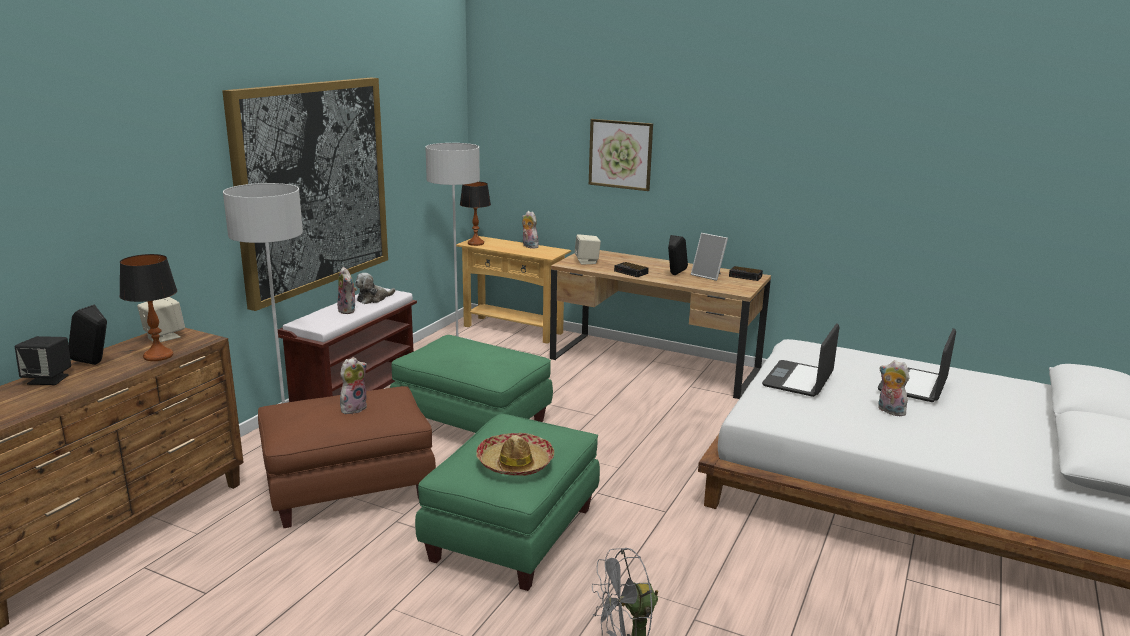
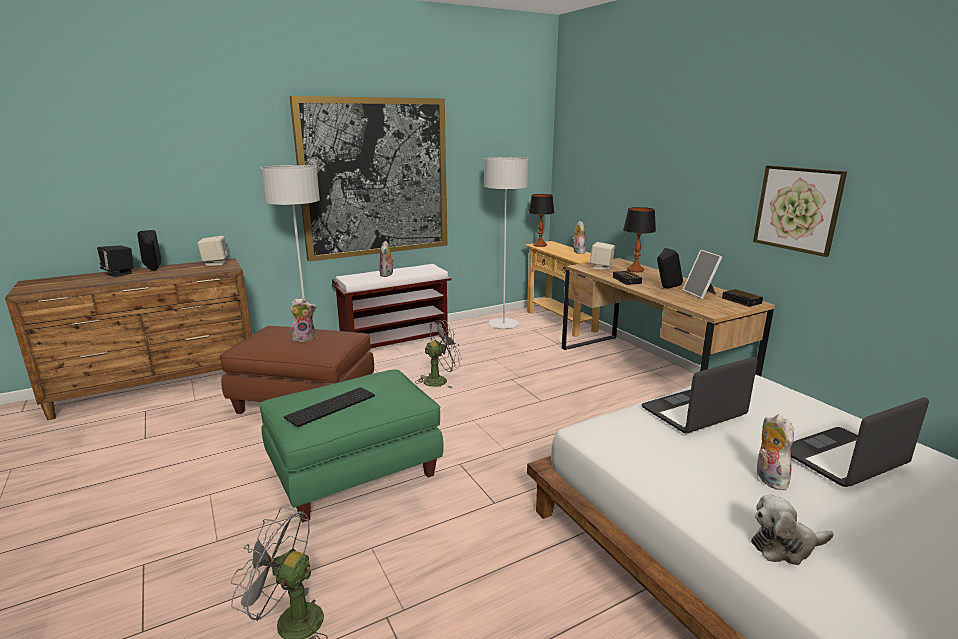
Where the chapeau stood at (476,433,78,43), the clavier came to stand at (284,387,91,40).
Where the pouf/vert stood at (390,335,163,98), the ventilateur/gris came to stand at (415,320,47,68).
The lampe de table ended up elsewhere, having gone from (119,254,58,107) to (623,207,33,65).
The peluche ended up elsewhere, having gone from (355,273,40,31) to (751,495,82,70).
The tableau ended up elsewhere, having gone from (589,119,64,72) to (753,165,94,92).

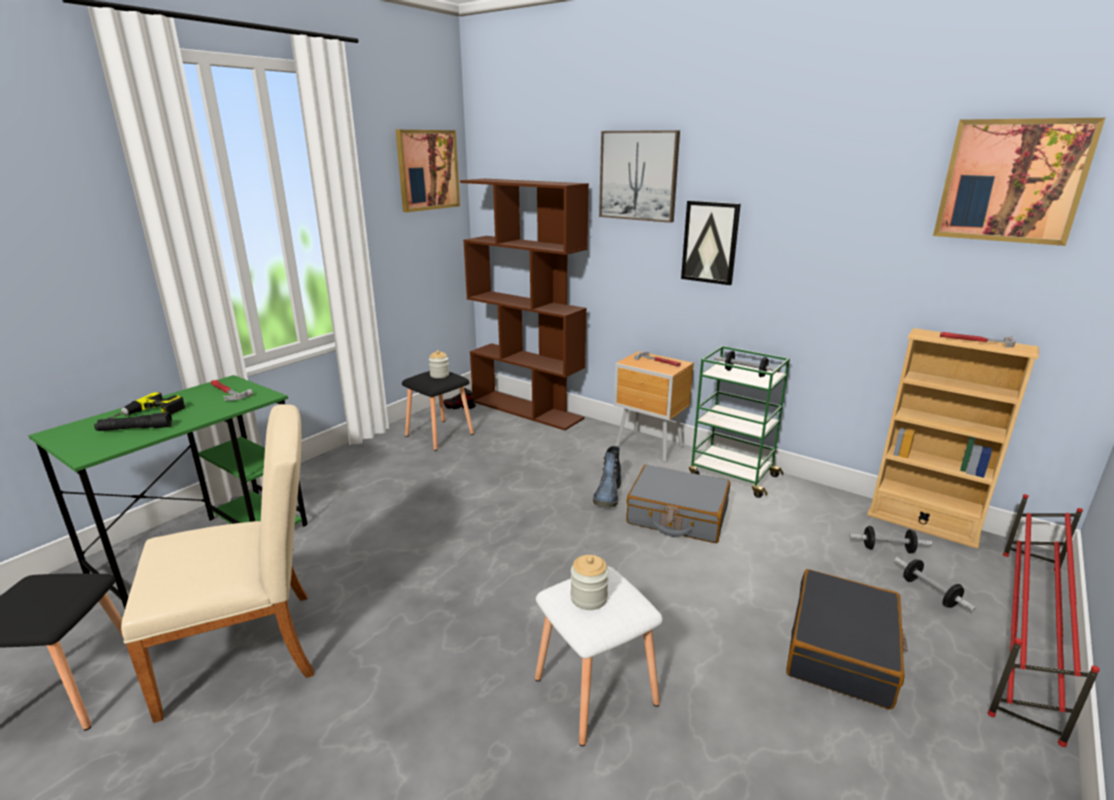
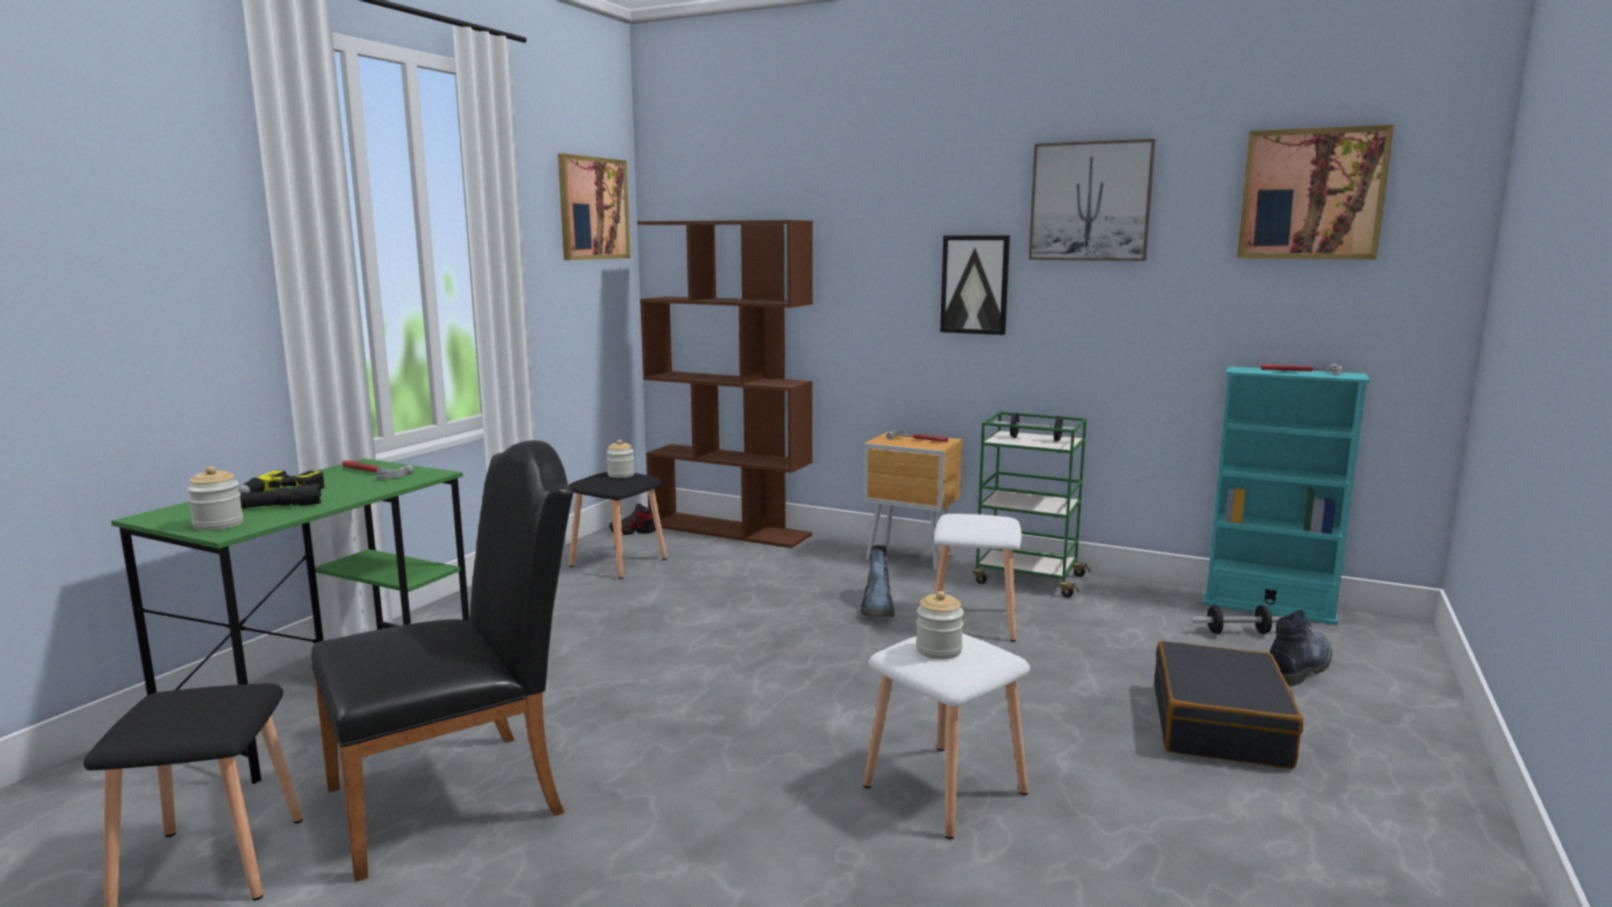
The second view gained the bocal at (187,466,56,65).
What was the chaise/beige at (121,404,193,319) turned into the chaise/noir at (311,440,262,442).
Where the valise/gris stood at (626,465,104,78), the tabouret/blanc came to stand at (934,514,88,128).
The tableau ended up elsewhere, having gone from (599,130,81,93) to (1029,139,127,122).
What was the bibliothèque/beige at (867,328,172,221) turned into the bibliothèque/turquoise at (1203,366,167,259).
Where the haltère stood at (894,557,82,55), the botte came to stand at (1270,610,62,76).
The second view lost the étagère à chaussures/rouge at (987,494,113,253).

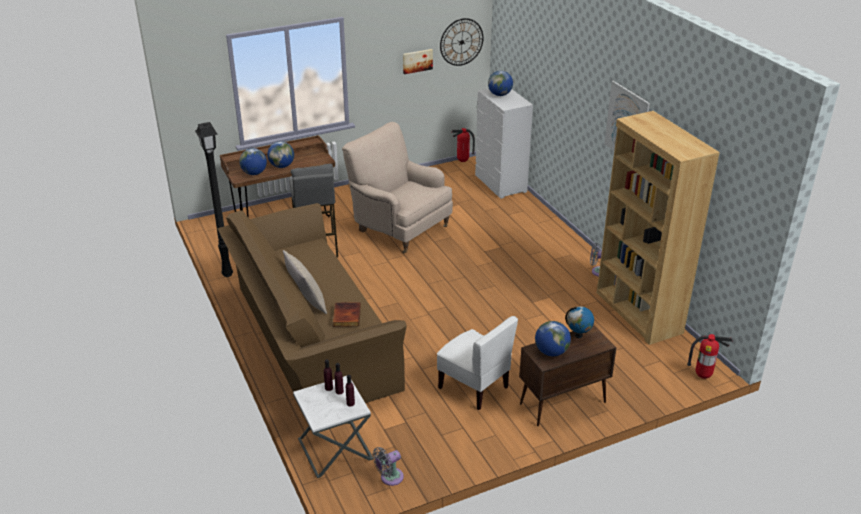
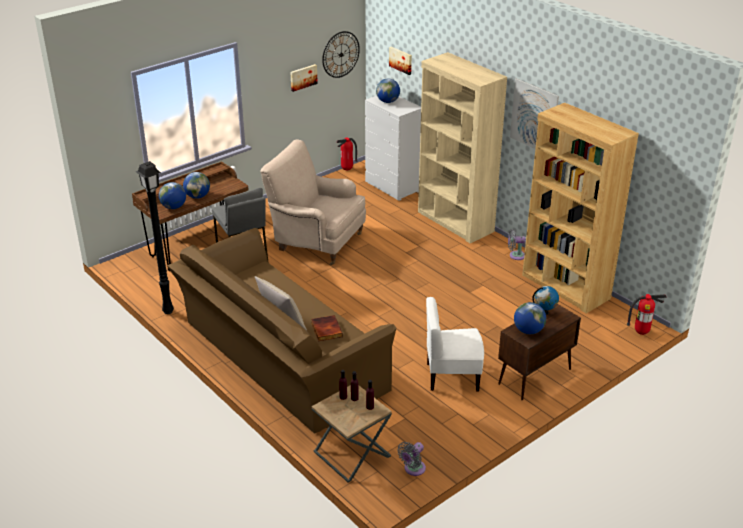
What was the table d'appoint/blanc at (293,376,80,102) turned into the table d'appoint/marron at (312,385,80,98).
The second view gained the tableau at (389,47,23,28).
The second view gained the bibliothèque/beige at (418,52,89,192).
The chaise/blanc at (437,316,81,94) ended up facing another way, 150 degrees clockwise from before.

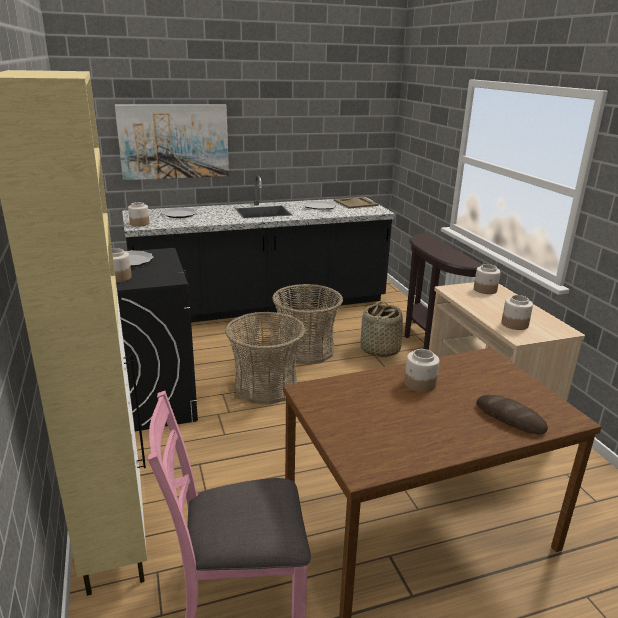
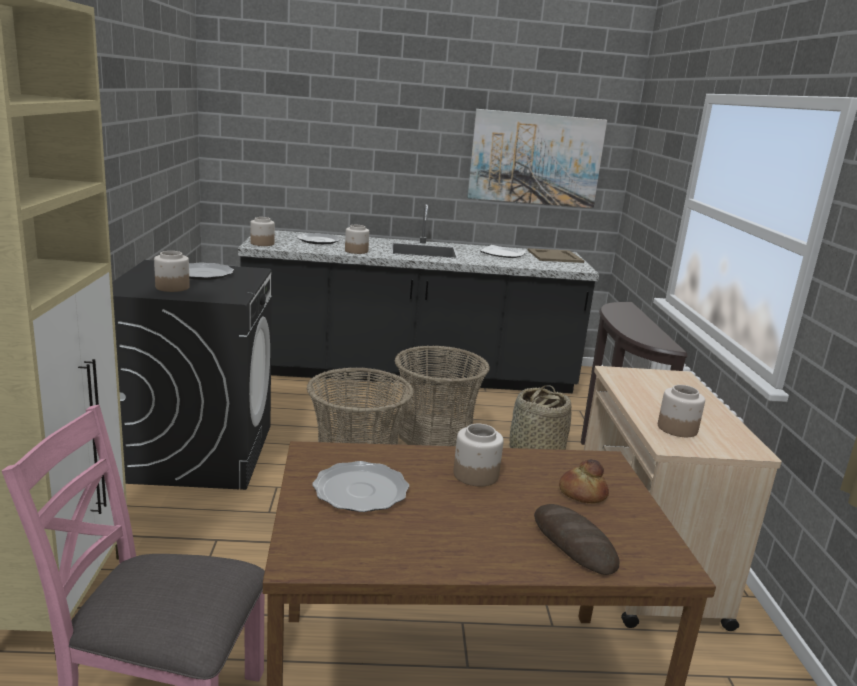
The second view gained the assiette at (312,461,97,51).
The bocal ended up elsewhere, having gone from (474,264,26,30) to (345,225,24,29).
The tableau ended up elsewhere, having gone from (115,104,114,76) to (467,109,140,99).
The second view gained the pain at (559,459,50,44).

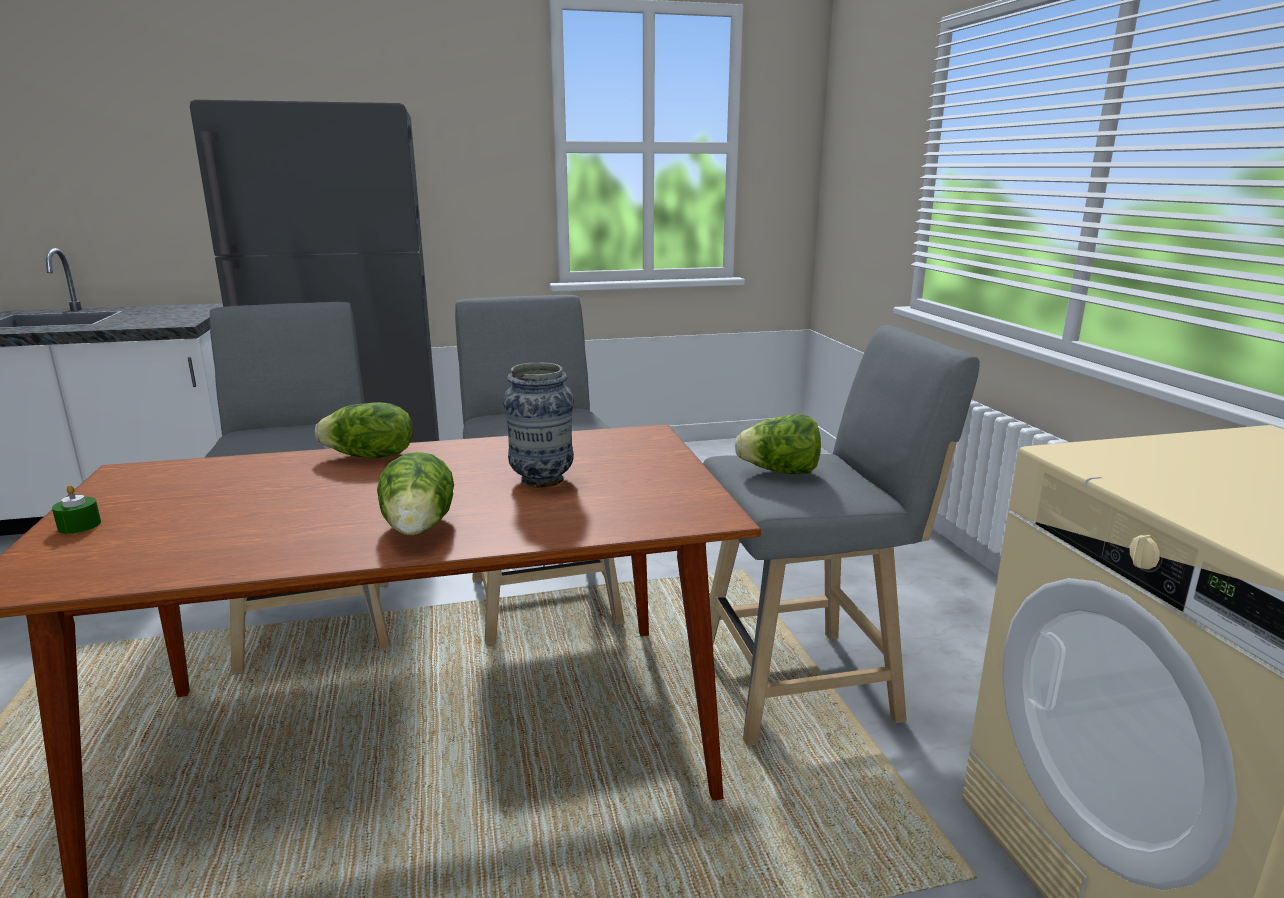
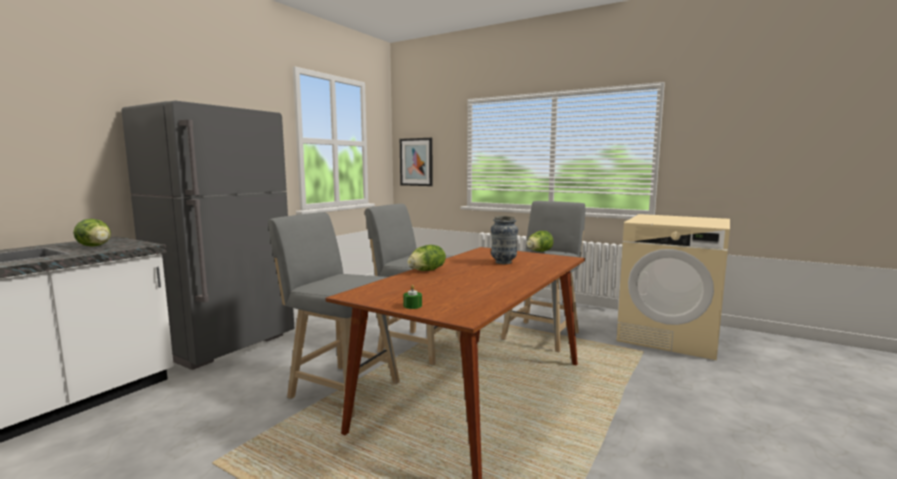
The laitue ended up elsewhere, having gone from (377,452,77,83) to (73,219,38,28).
The second view gained the tableau at (400,138,33,48).

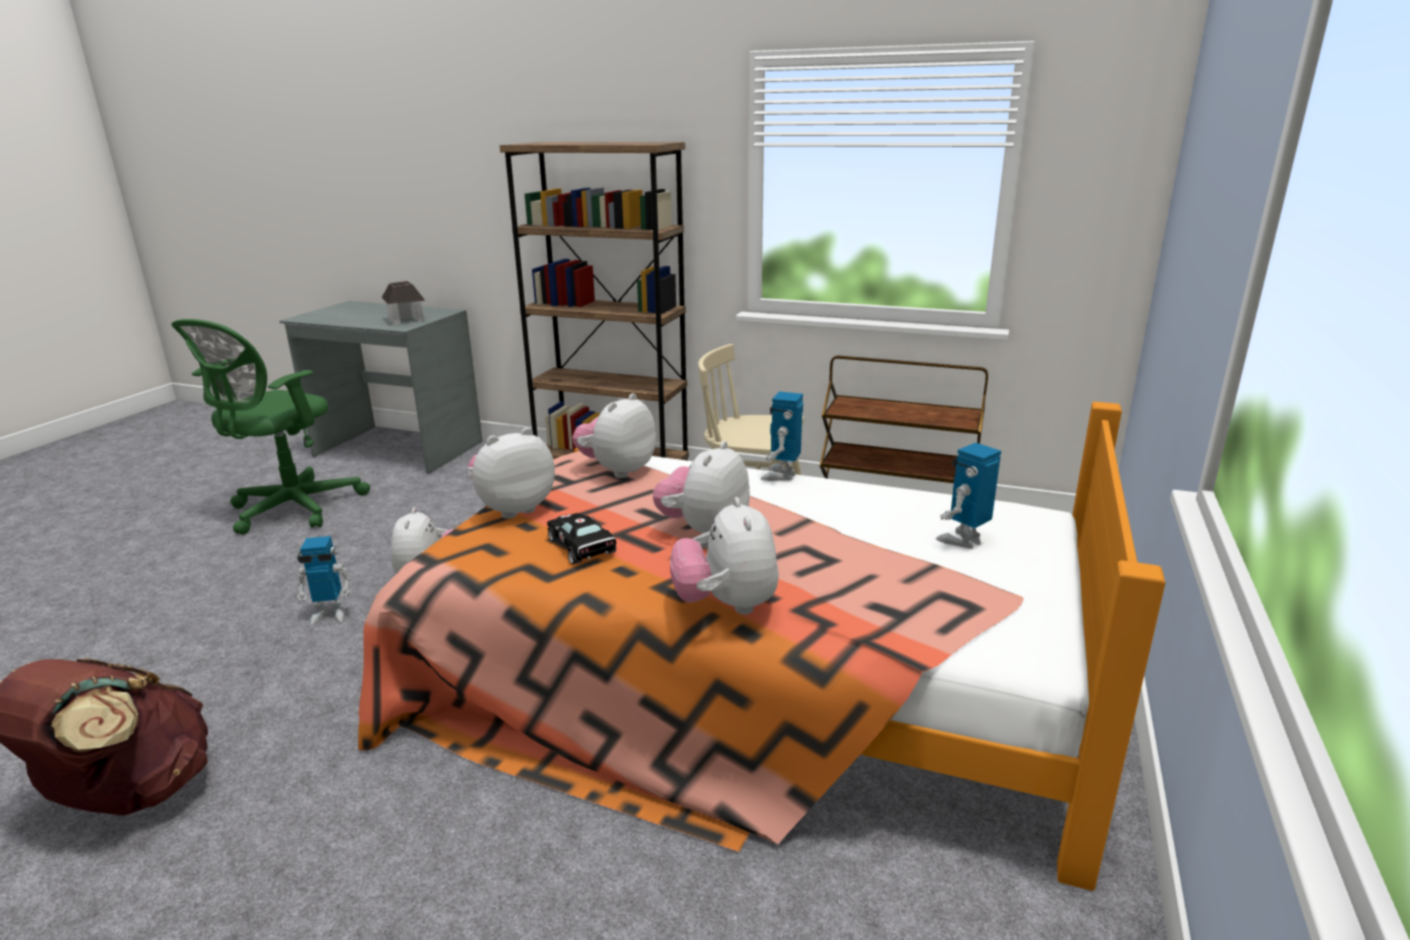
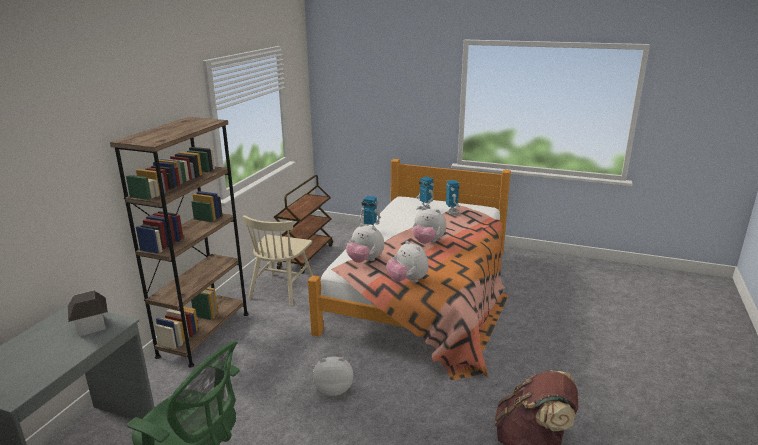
The robot jouet ended up elsewhere, having gone from (297,536,54,90) to (446,180,16,35).
The second view lost the petite voiture/noir at (547,513,69,52).
The second view lost the peluche at (670,497,109,117).

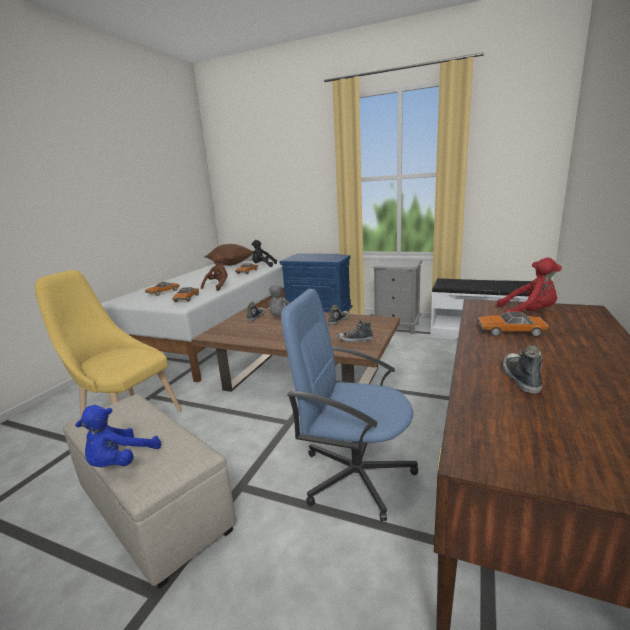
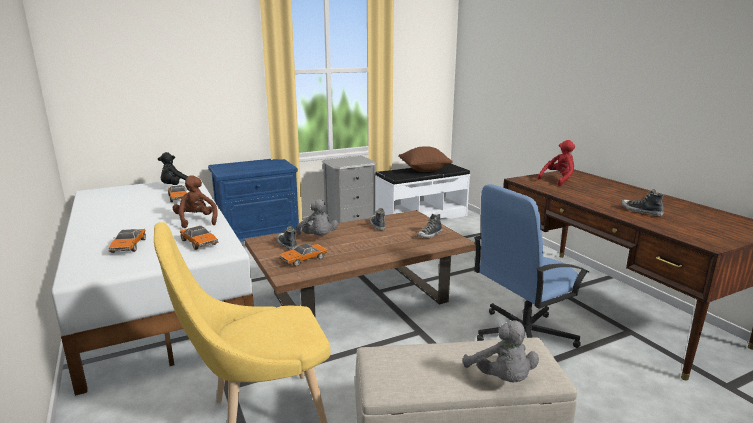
The petite voiture ended up elsewhere, having gone from (477,311,72,26) to (279,243,48,23).
The coussin/marron ended up elsewhere, having gone from (205,244,49,22) to (399,146,54,26).
What was the peluche/bleu at (75,405,86,62) turned into the peluche/gris at (463,320,76,63).

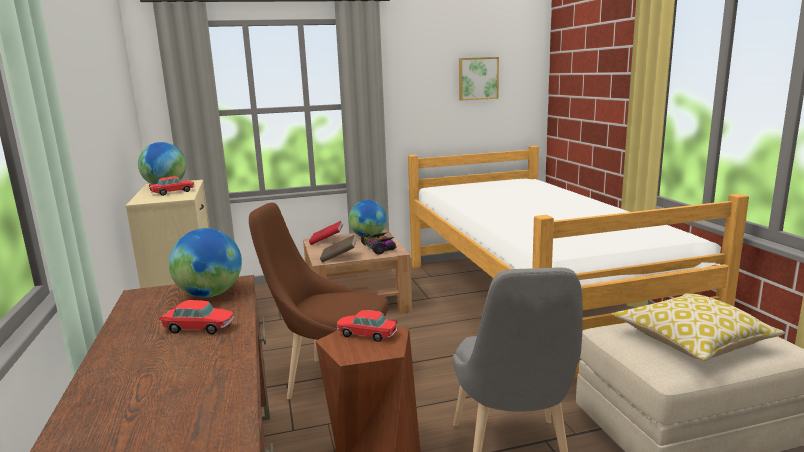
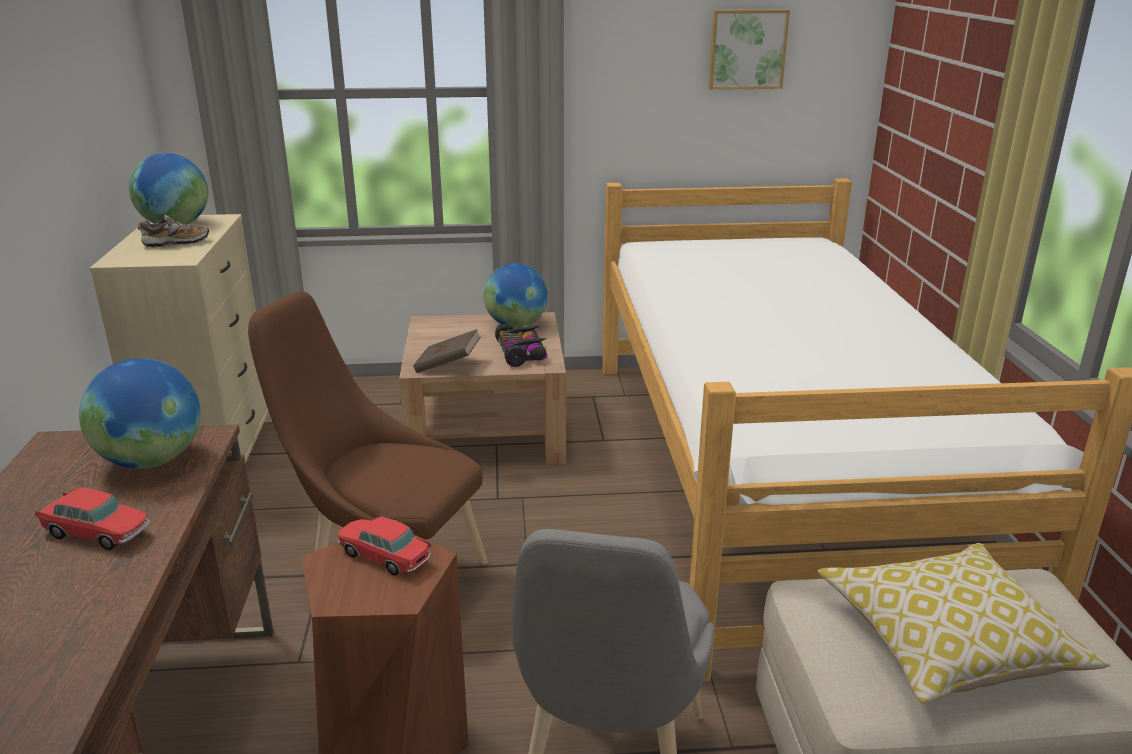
Where the petite voiture stood at (149,177,45,19), the chaussure came to stand at (138,215,71,33).
The second view lost the livre/rouge at (309,221,34,24).

